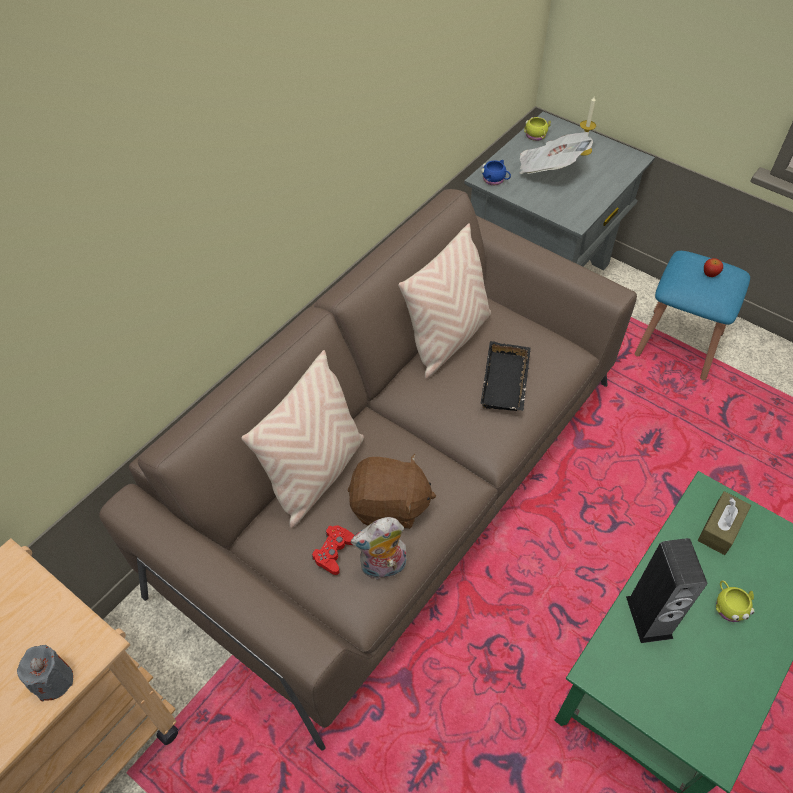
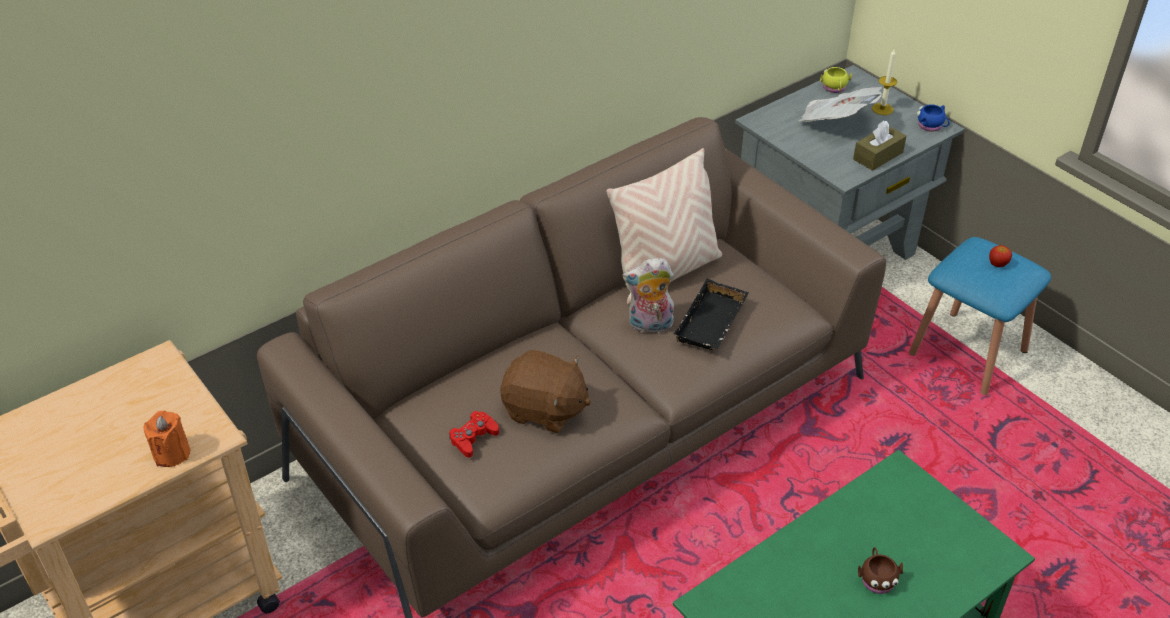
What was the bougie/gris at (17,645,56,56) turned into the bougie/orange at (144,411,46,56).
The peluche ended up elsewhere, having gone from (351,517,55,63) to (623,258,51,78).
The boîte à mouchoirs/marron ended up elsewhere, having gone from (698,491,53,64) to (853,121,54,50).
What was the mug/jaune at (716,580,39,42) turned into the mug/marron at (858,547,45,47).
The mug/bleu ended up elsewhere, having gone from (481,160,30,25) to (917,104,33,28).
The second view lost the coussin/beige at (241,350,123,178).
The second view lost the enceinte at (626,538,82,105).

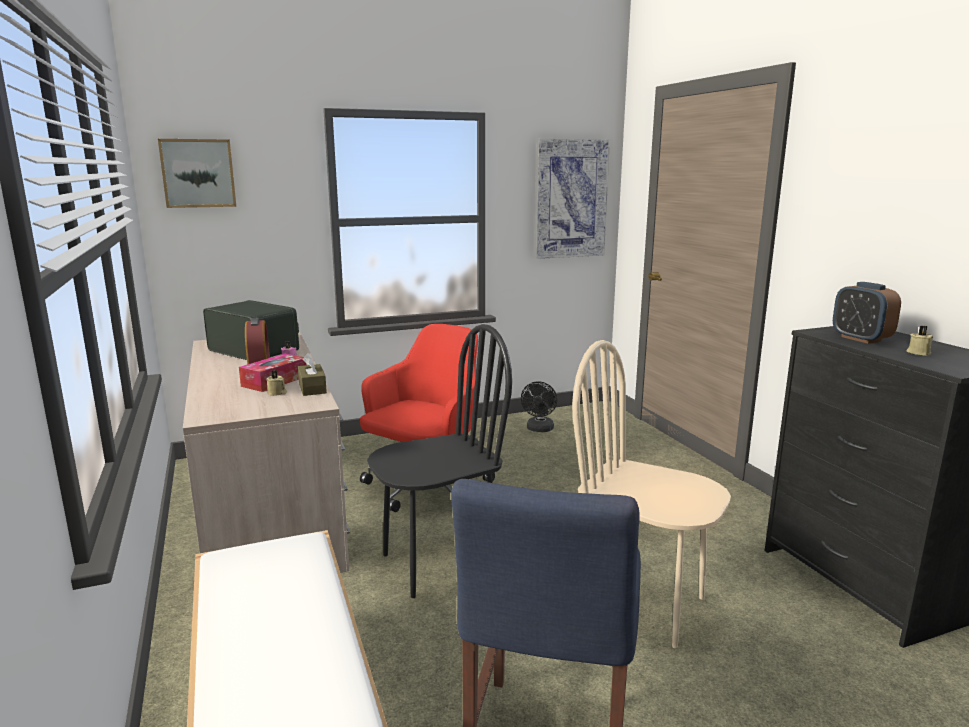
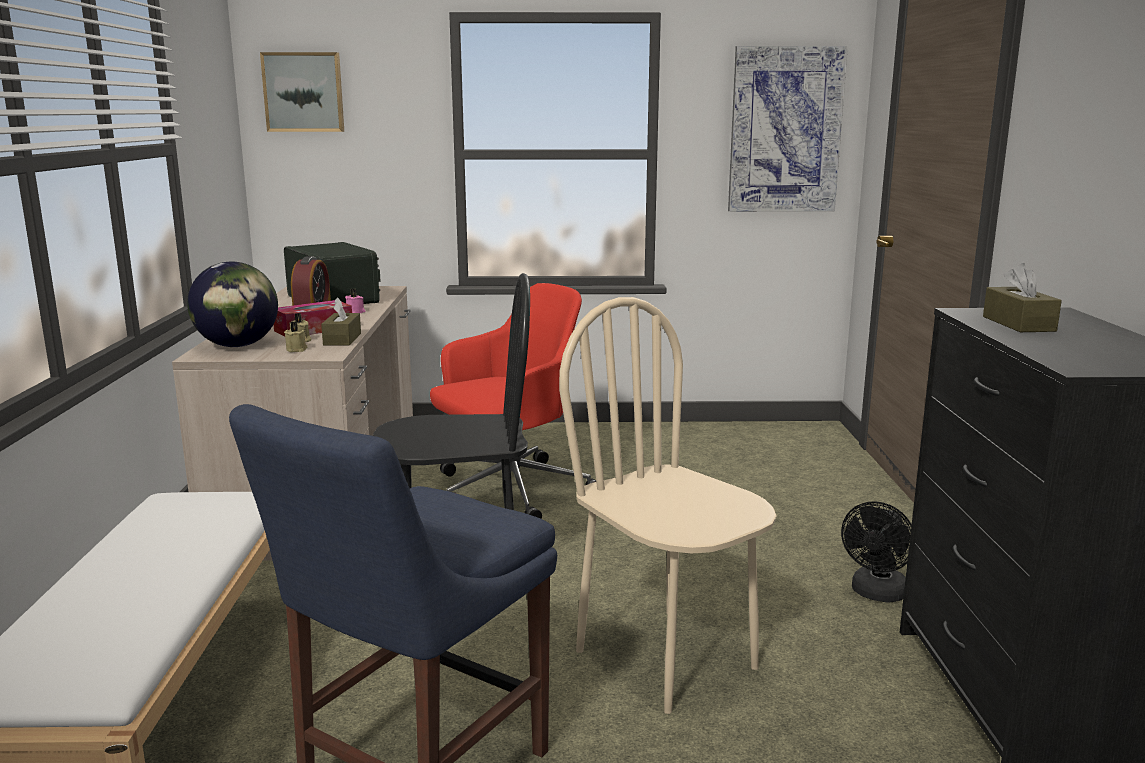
The second view gained the globe at (187,262,91,85).
The bougie/beige ended up elsewhere, having gone from (906,325,27,31) to (284,322,23,30).
The ventilateur/noir ended up elsewhere, having gone from (521,381,36,51) to (841,501,71,102).
Where the réveil stood at (833,282,68,62), the boîte à mouchoirs/marron came to stand at (983,263,79,69).

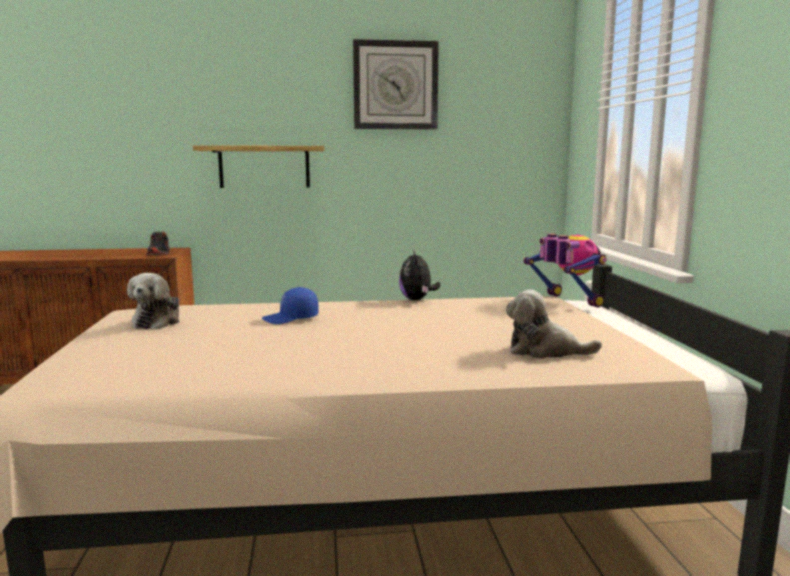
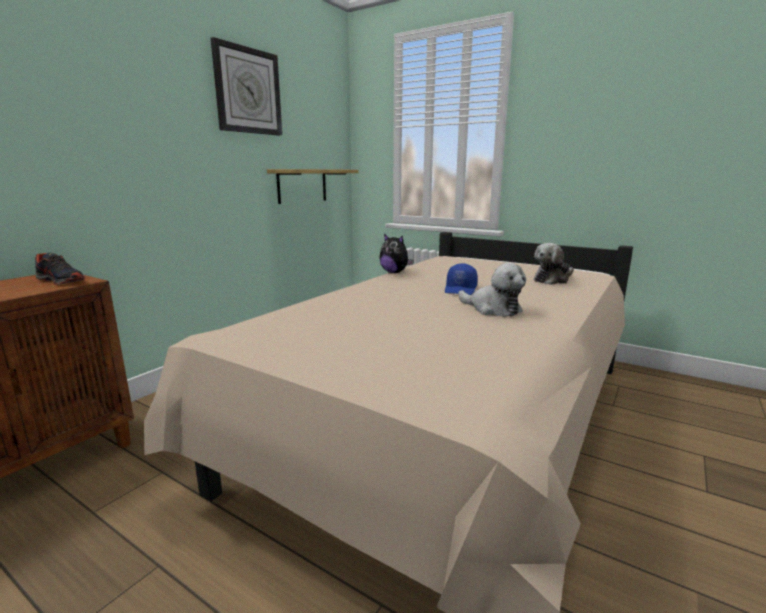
The étagère ended up elsewhere, having gone from (193,145,132,43) to (267,169,91,35).
The casquette/bleu ended up elsewhere, having gone from (262,287,57,37) to (445,263,33,32).
The peluche ended up elsewhere, having gone from (127,273,53,56) to (458,263,68,54).
The second view lost the robot jouet at (524,234,83,73).

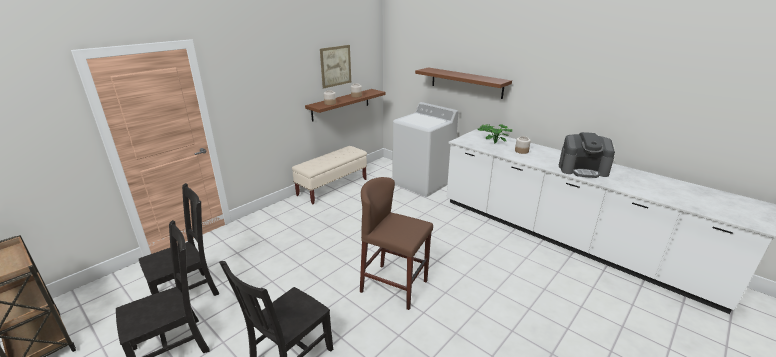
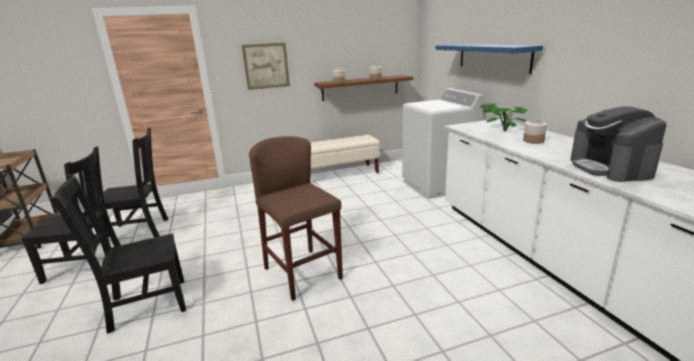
The tableau ended up elsewhere, having gone from (320,45,31,44) to (242,43,48,47).
What was the étagère/marron at (415,67,97,32) turned into the étagère/bleu at (435,44,108,30).
The machine à café at (559,132,56,46) ended up facing another way, 45 degrees clockwise from before.

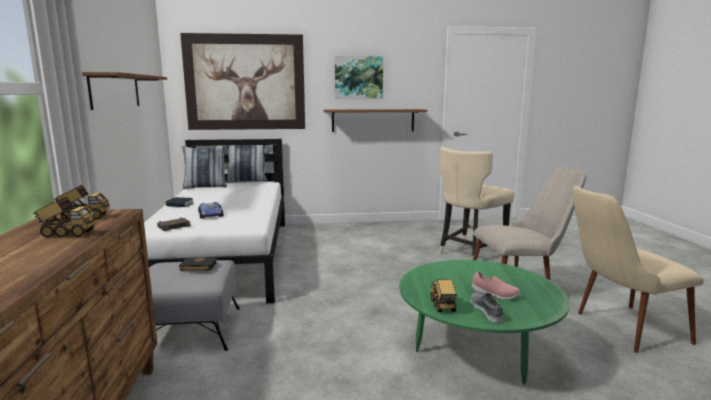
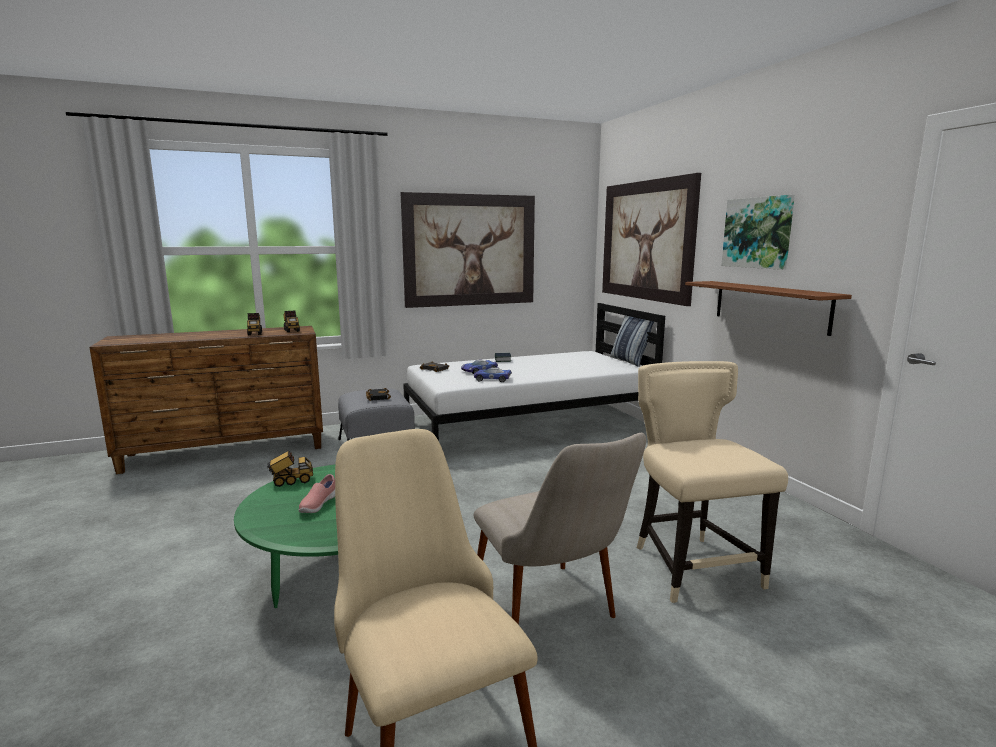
Where the étagère/marron hung at (82,72,85,38), the tableau came to hang at (400,192,135,116).
The second view gained the petite voiture at (474,367,38,15).
The chaise/beige at (439,147,75,109) ended up facing another way, 45 degrees clockwise from before.
The second view lost the coussin at (182,145,45,44).
The second view lost the chaussure/gris at (471,293,32,30).

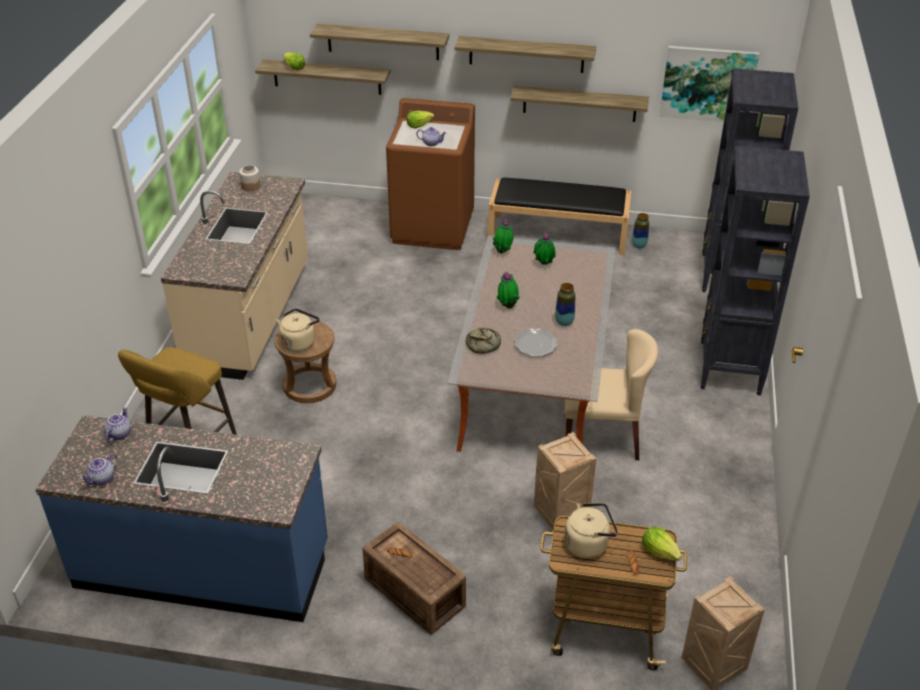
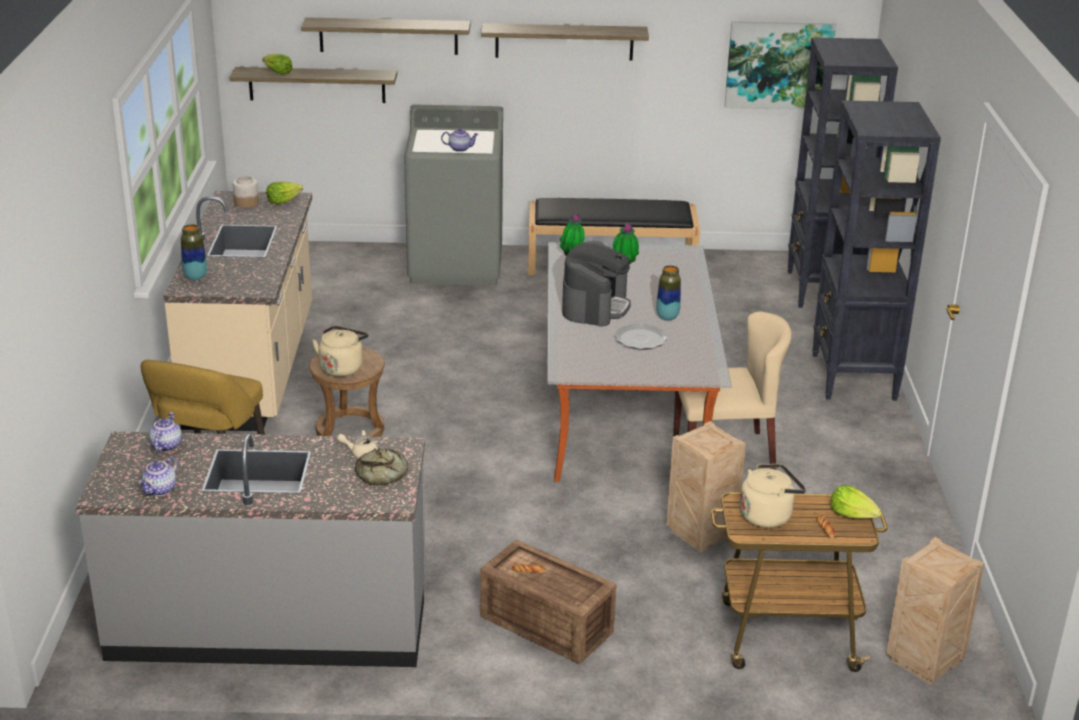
What was the comptoir de cuisine/bleu at (35,415,293,207) turned into the comptoir de cuisine/gris at (76,432,350,235).
The vase ended up elsewhere, having gone from (632,213,17,35) to (181,224,26,56).
The laitue ended up elsewhere, having gone from (407,111,27,17) to (266,181,37,23).
The second view gained the théière/beige at (337,430,41,28).
The pain ended up elsewhere, having gone from (466,328,35,26) to (355,448,53,37).
What was the lave-linge/marron at (386,98,89,152) turned into the lave-linge/gris at (404,105,99,181).
Where the plante en pot stood at (496,272,24,37), the machine à café came to stand at (562,241,69,85).
The second view lost the étagère at (510,86,139,36).

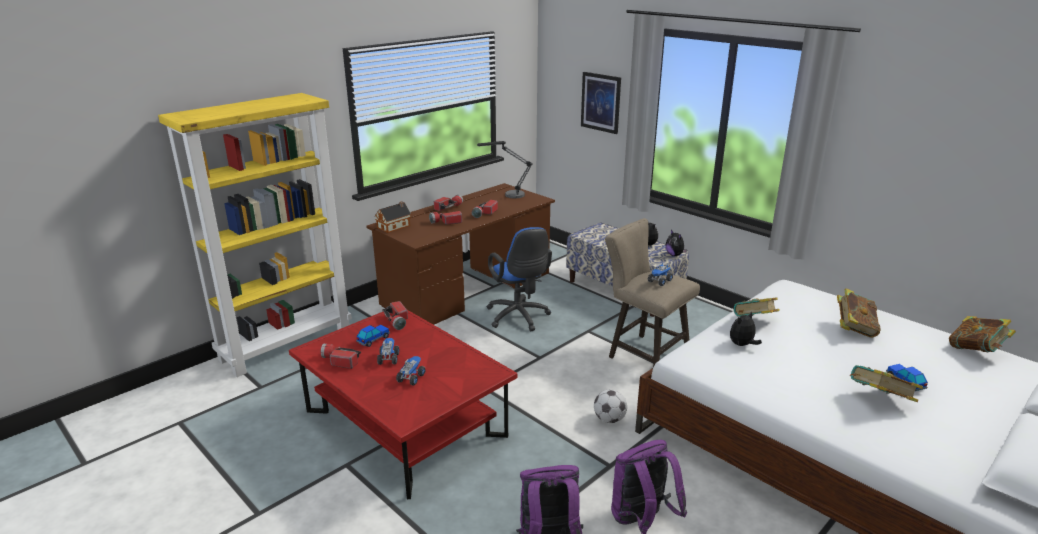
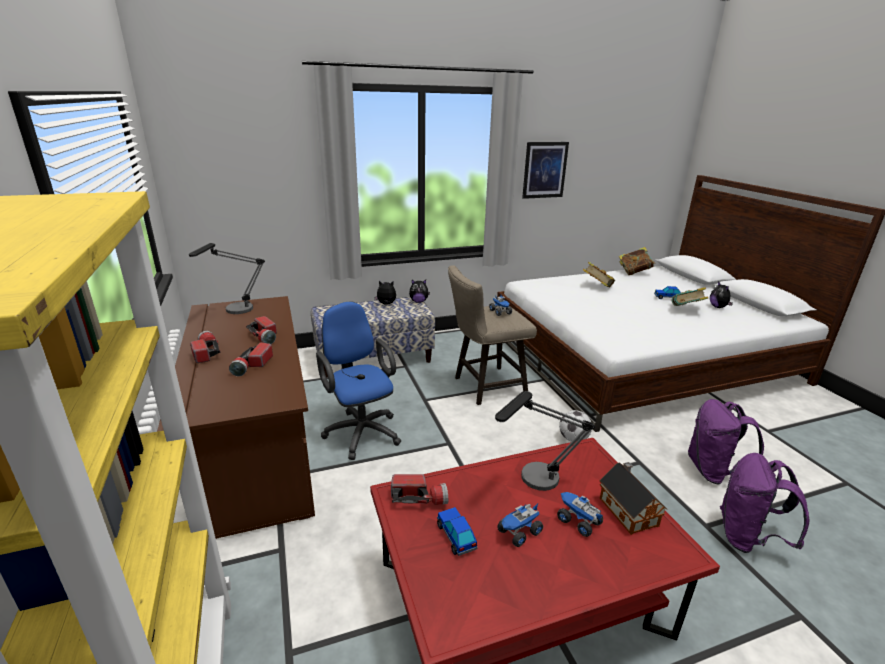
The chaise de bureau/bleu at (487,227,65,104) ended up facing another way, 120 degrees counterclockwise from before.
The second view gained the lampe de table at (495,391,100,100).
The camion jouet at (377,338,22,27) ended up facing another way, 60 degrees counterclockwise from before.
The tableau ended up elsewhere, having gone from (581,72,40,62) to (522,142,47,57).
The maison miniature ended up elsewhere, having gone from (374,201,37,32) to (599,462,68,73).
The peluche ended up elsewhere, having gone from (730,311,32,35) to (710,281,23,27).
The second view lost the lampe de poche at (321,344,40,25).
The second view lost the livre at (733,297,47,20).

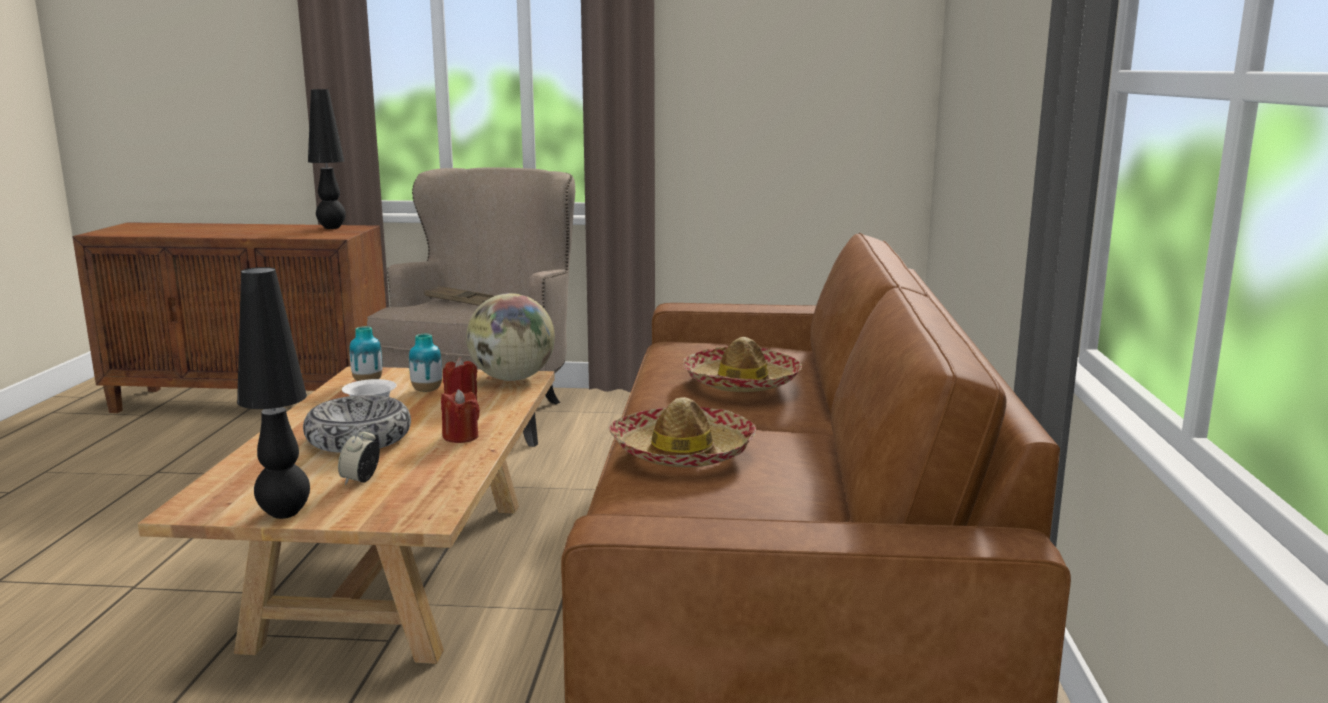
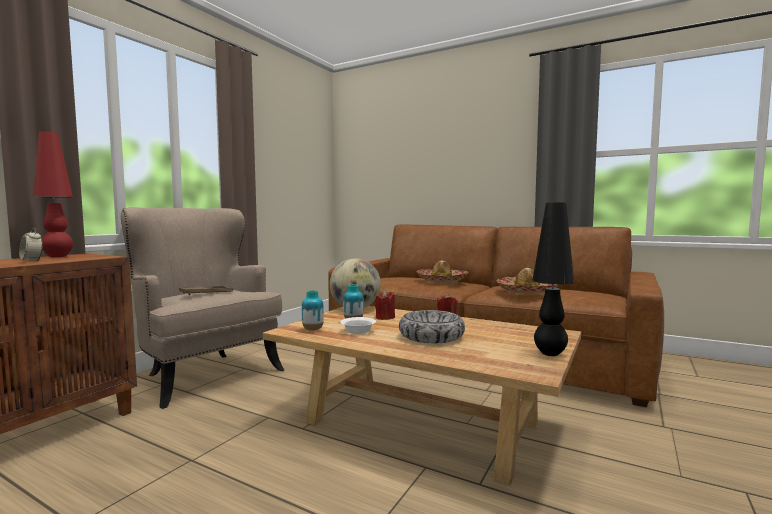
The réveil ended up elsewhere, having gone from (338,426,42,59) to (19,228,24,33).
What was the lampe de table/noir at (308,89,38,140) turned into the lampe de table/rouge at (33,131,40,126).

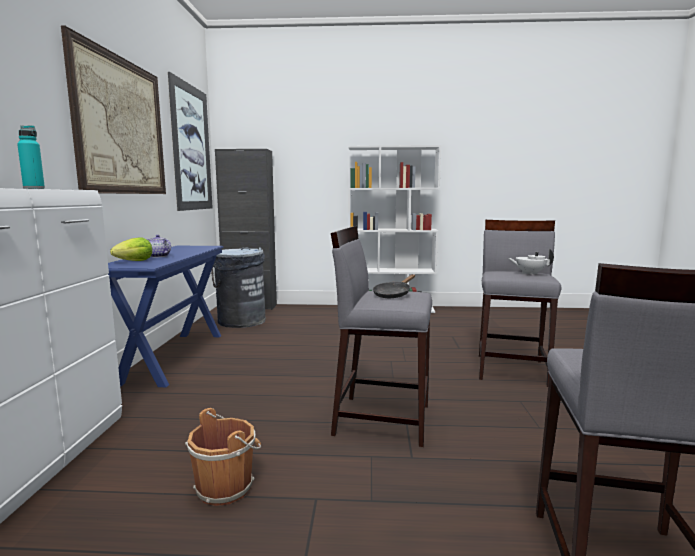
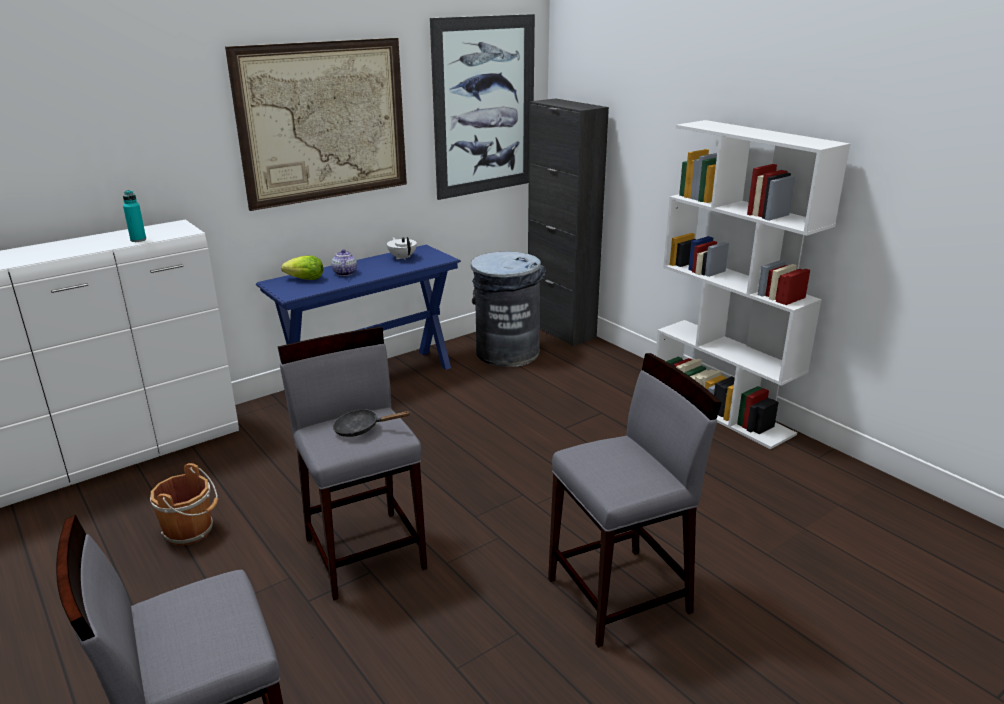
The théière/blanc ended up elsewhere, having gone from (508,249,46,26) to (387,237,30,23).

